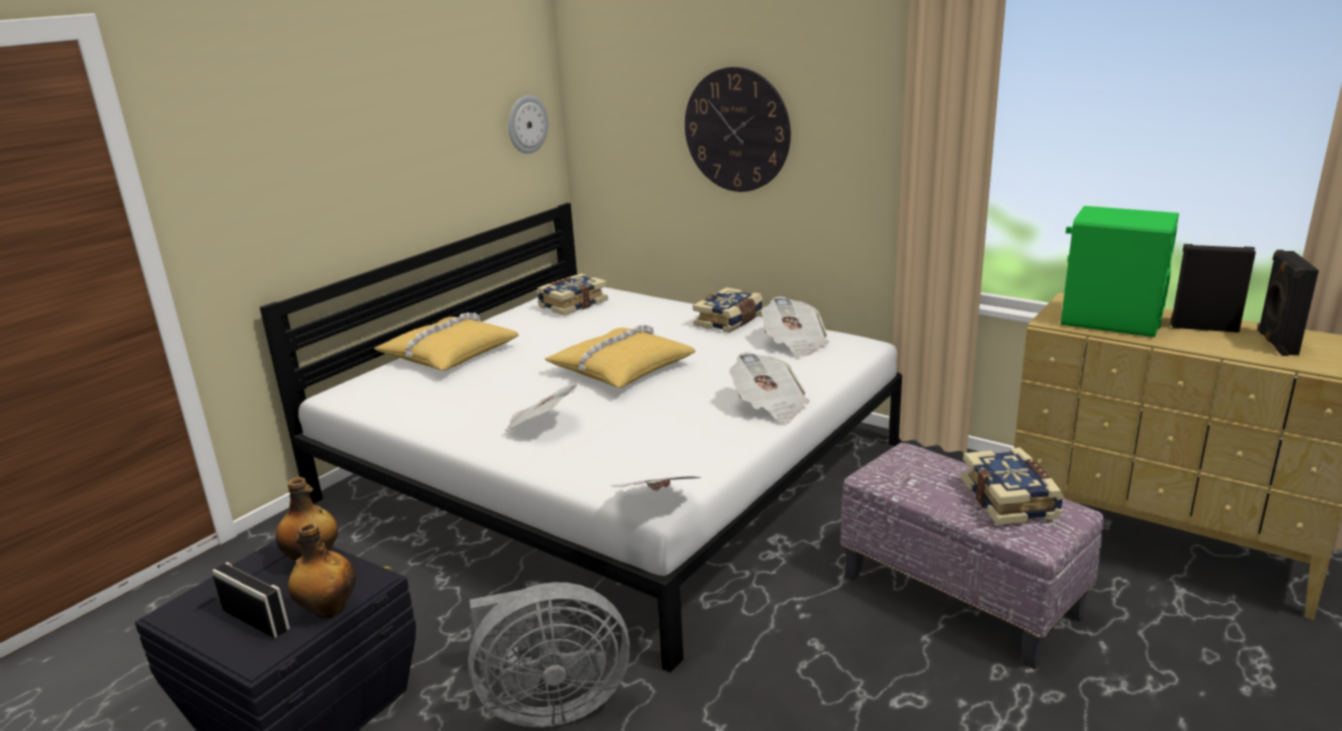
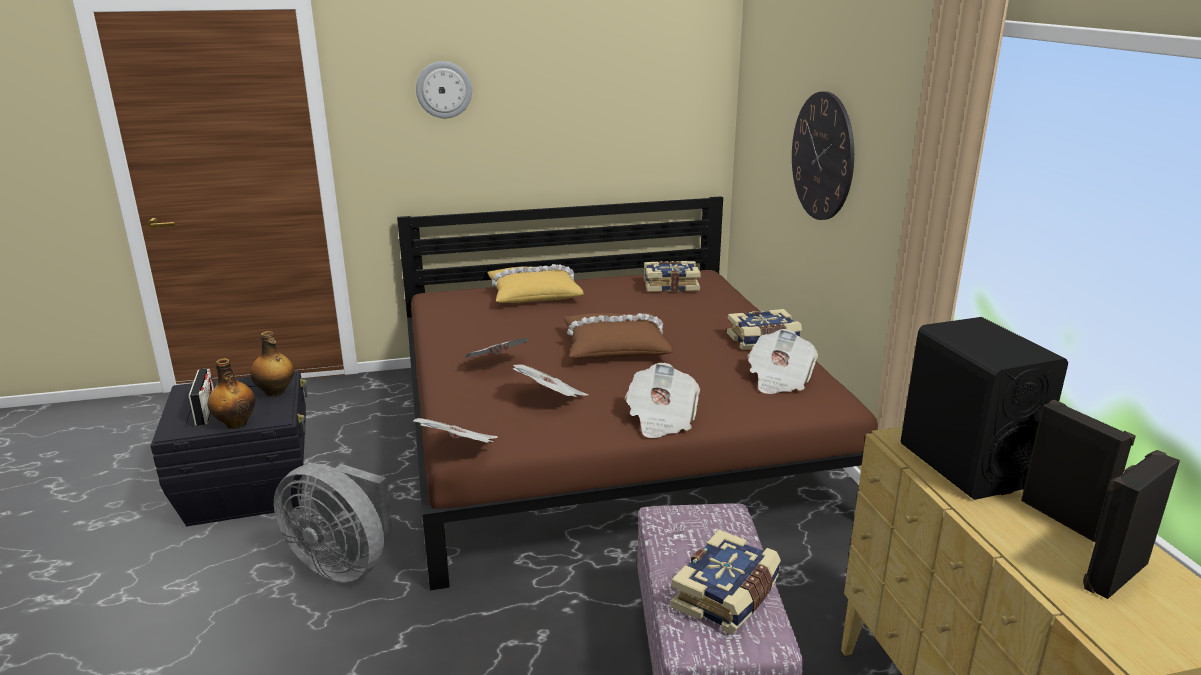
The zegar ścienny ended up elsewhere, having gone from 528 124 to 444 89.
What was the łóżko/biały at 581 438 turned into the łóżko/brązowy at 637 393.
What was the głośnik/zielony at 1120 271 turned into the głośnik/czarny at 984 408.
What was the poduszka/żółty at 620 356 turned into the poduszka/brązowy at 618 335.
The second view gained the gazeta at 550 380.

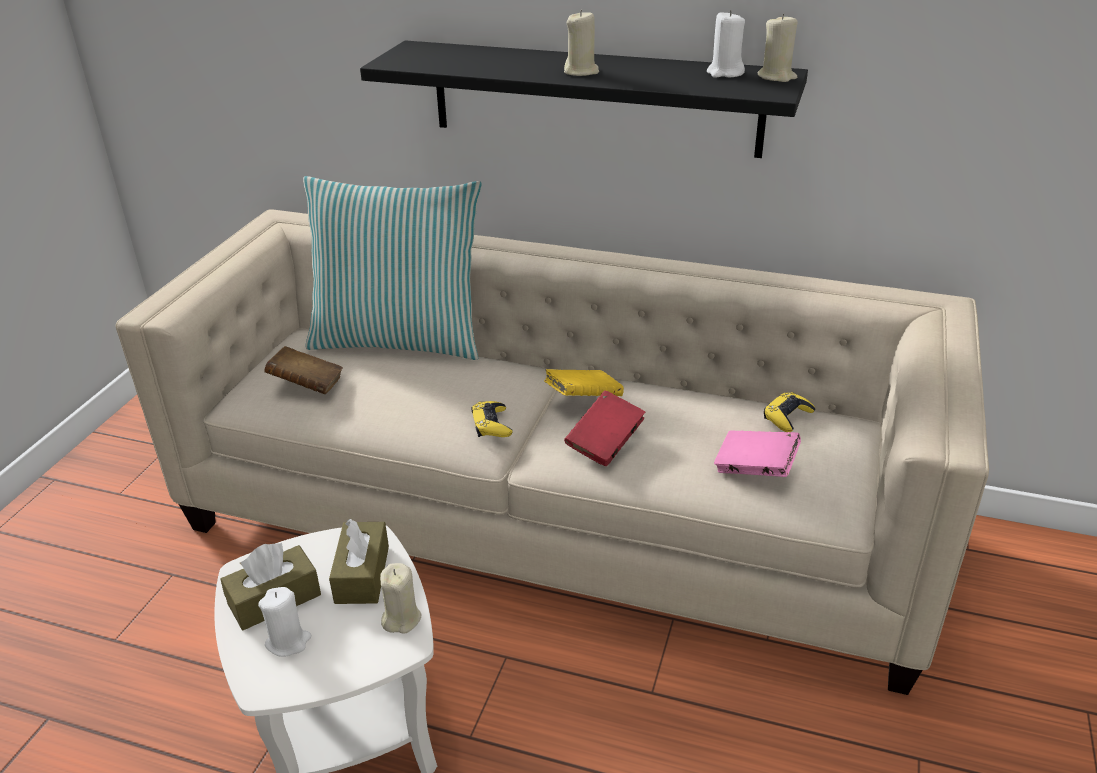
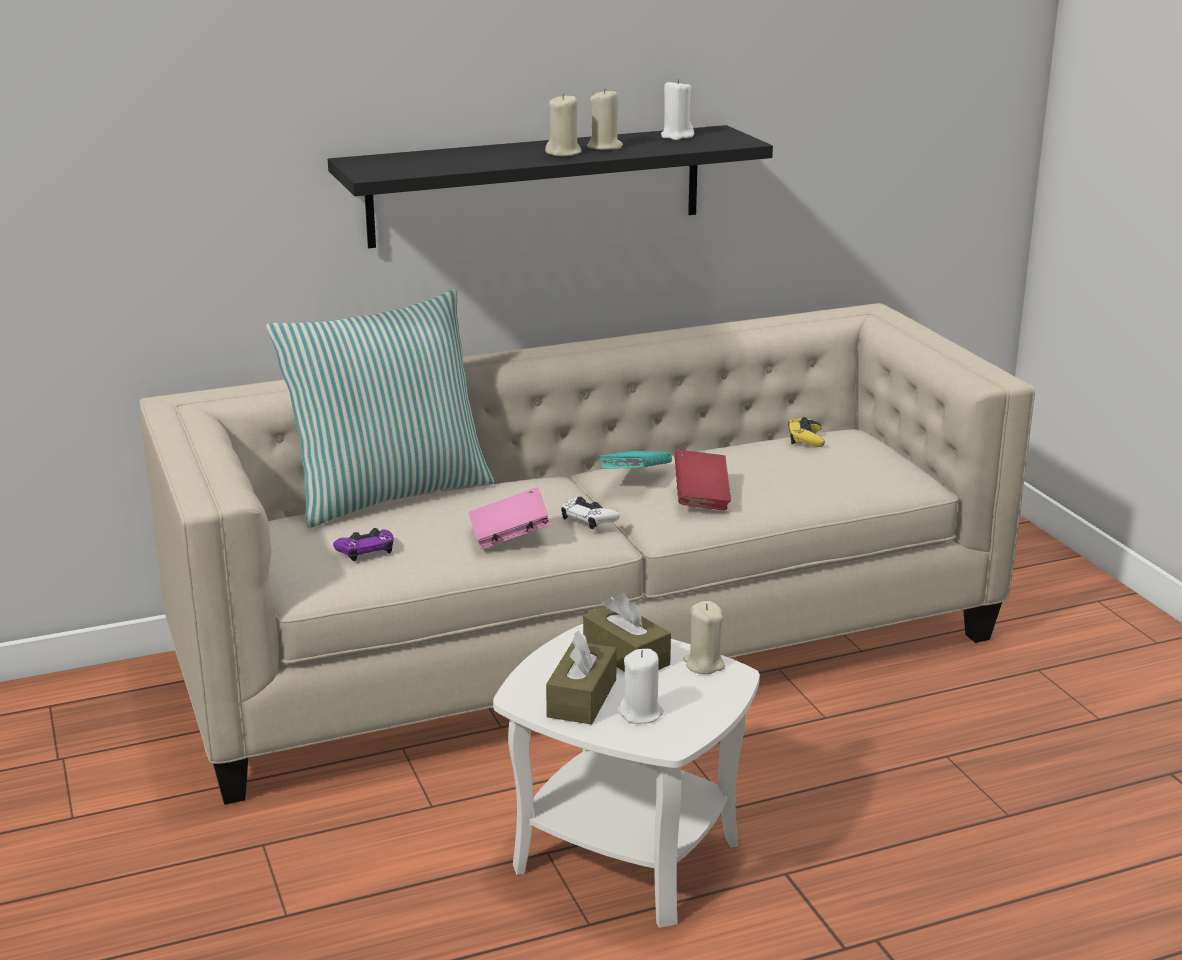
The świeca/beżowy ended up elsewhere, having gone from 778 47 to 605 119.
Where the książka/brązowy stood at 303 370, the pad do gier/fioletowy came to stand at 363 544.
What was the książka/żółty at 584 382 turned into the książka/turkusowy at 635 460.
What was the pad do gier/żółty at 492 419 turned into the pad do gier/biały at 590 513.
The książka/różowy ended up elsewhere, having gone from 757 453 to 510 518.

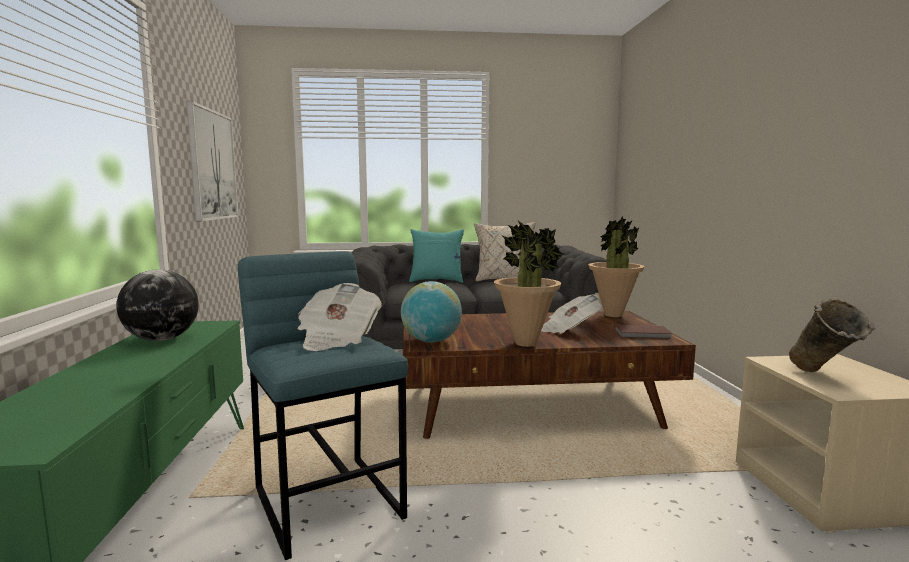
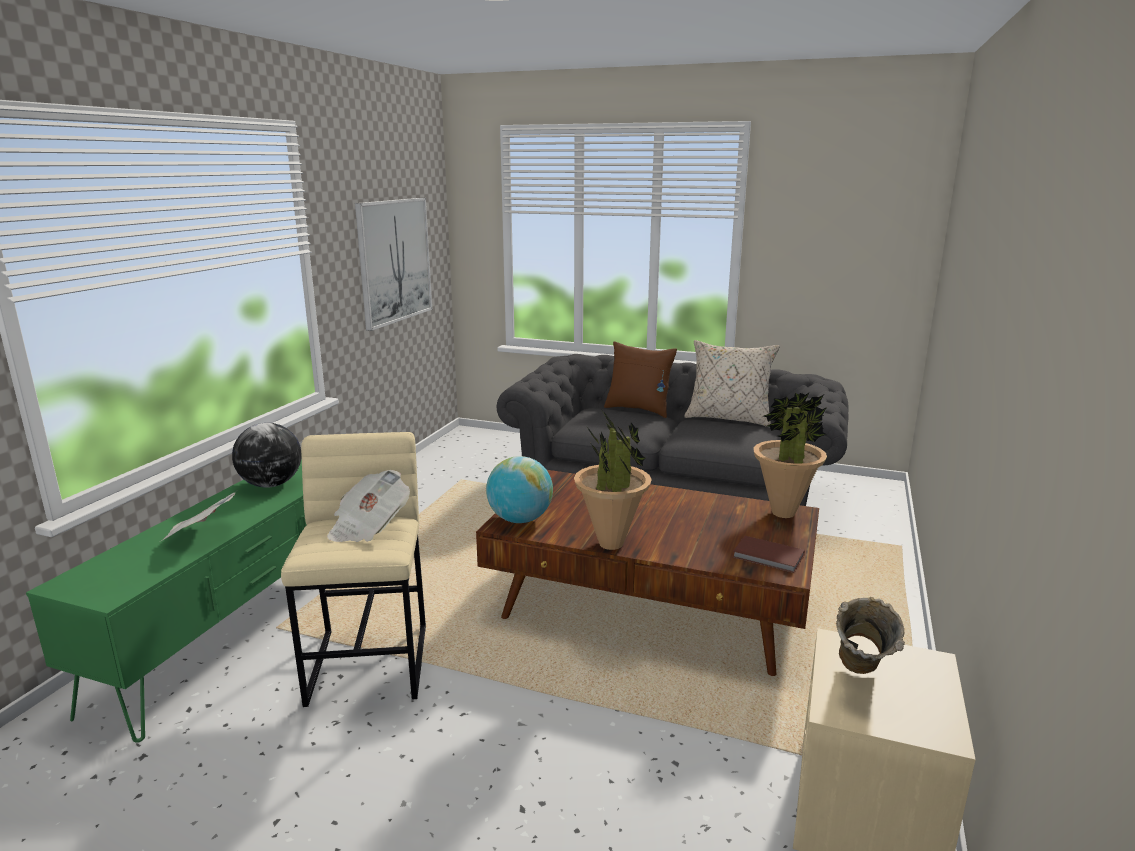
What was the poduszka/turkusowy at 436 256 turned into the poduszka/brązowy at 640 379.
What was the stołek/niebieski at 323 405 turned into the stołek/beżowy at 353 569.
The gazeta ended up elsewhere, having gone from 571 314 to 198 516.

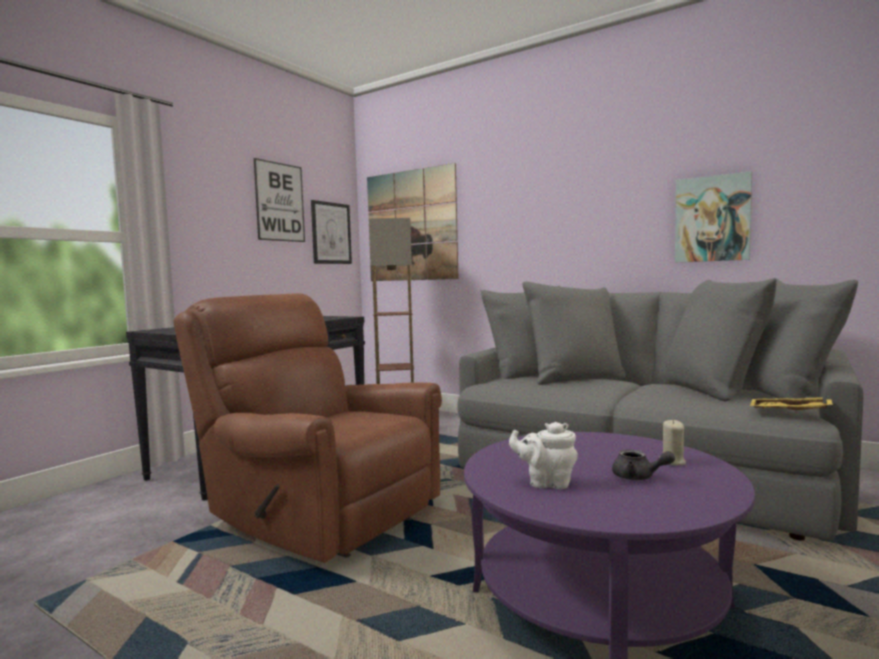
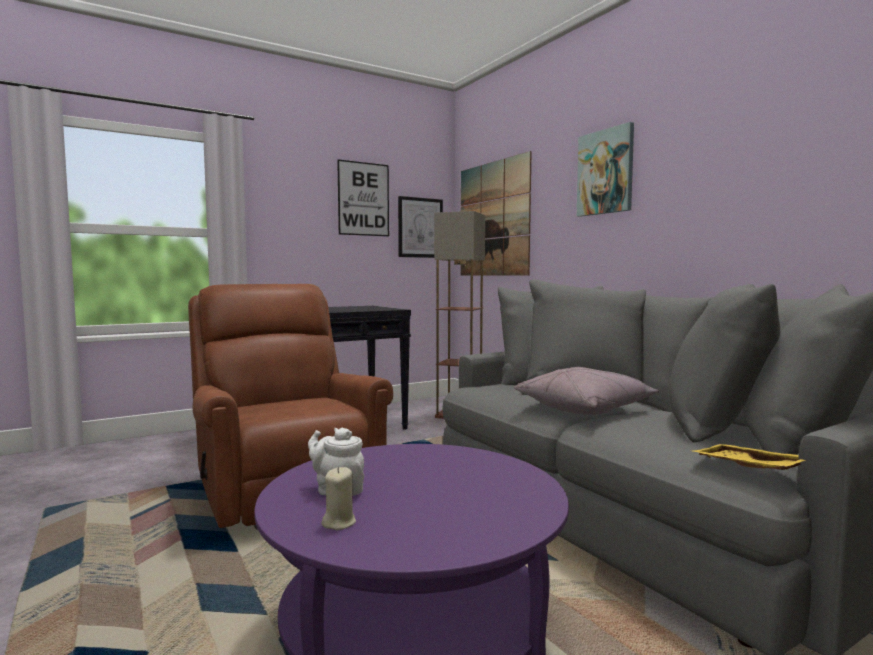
The obraz ended up elsewhere, having gone from 713 216 to 605 169.
The świeca/beżowy ended up elsewhere, having gone from 674 443 to 338 498.
The second view lost the imbryk/szary at 643 464.
The second view gained the poduszka/fioletowy at 586 391.

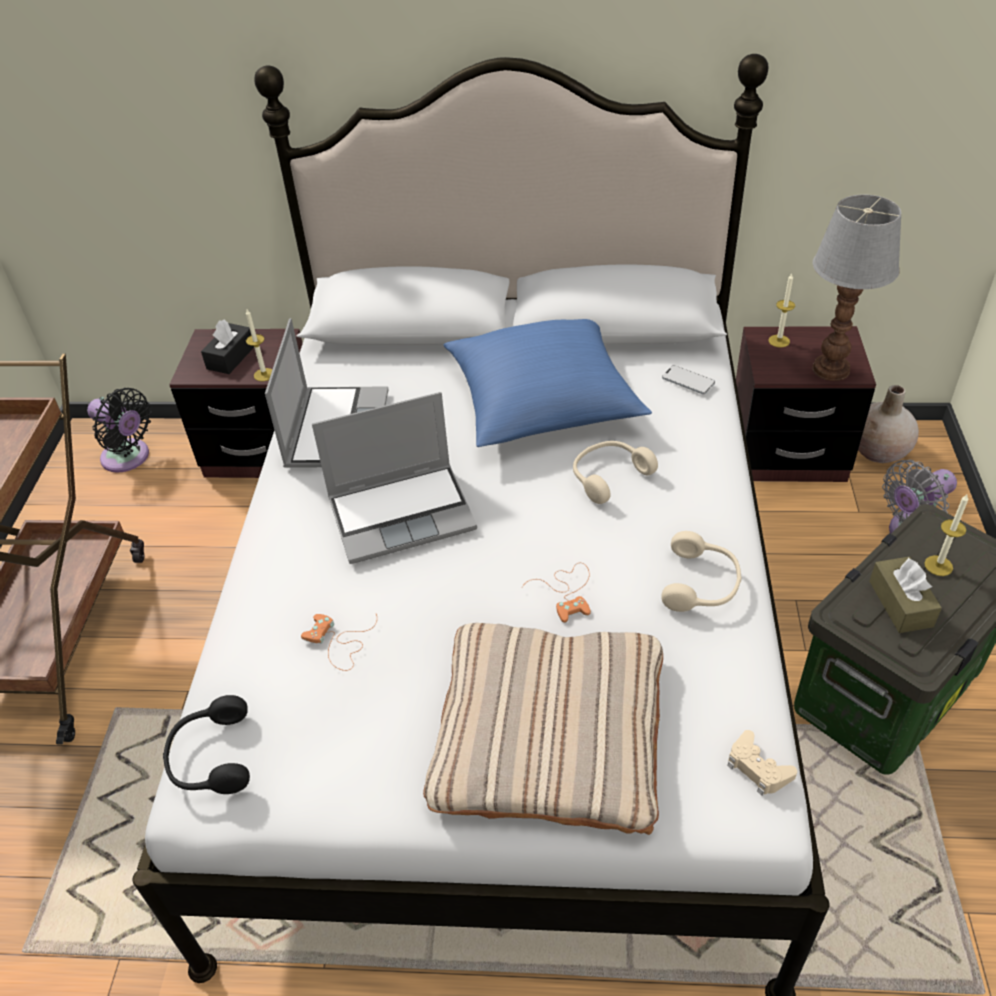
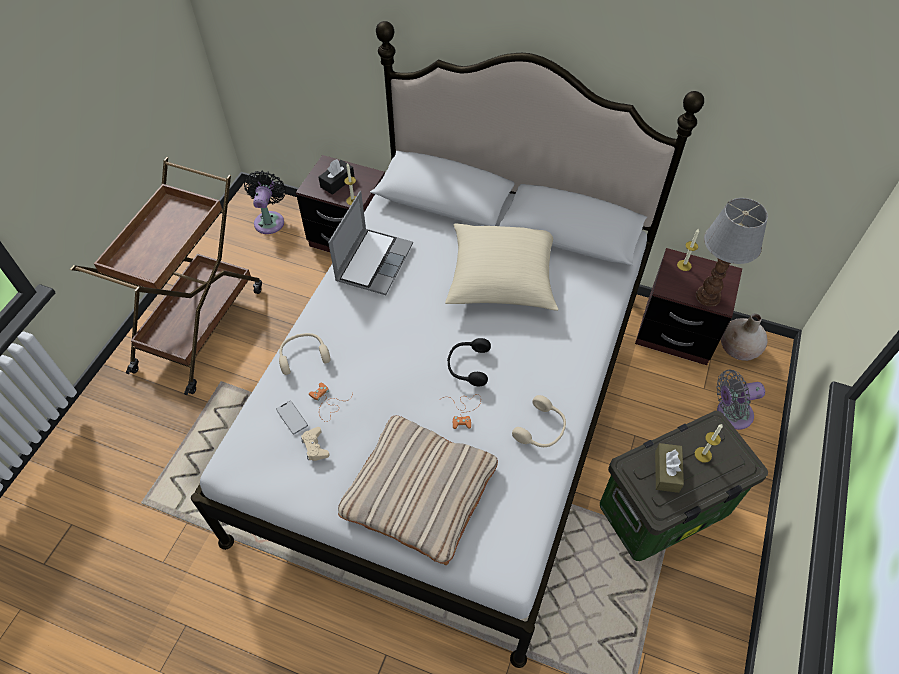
What was the poduszka/niebieski at 548 383 turned into the poduszka/beżowy at 501 267.
The telefon ended up elsewhere, having gone from 688 380 to 292 418.
The wentylator/czarny at 119 430 ended up facing another way, 135 degrees counterclockwise from before.
The second view lost the laptop at 394 478.
The słuchawki/beżowy ended up elsewhere, having gone from 615 472 to 305 354.
The słuchawki/czarny ended up elsewhere, having gone from 206 744 to 469 362.
The pad do gier/beżowy ended up elsewhere, having gone from 762 763 to 315 444.

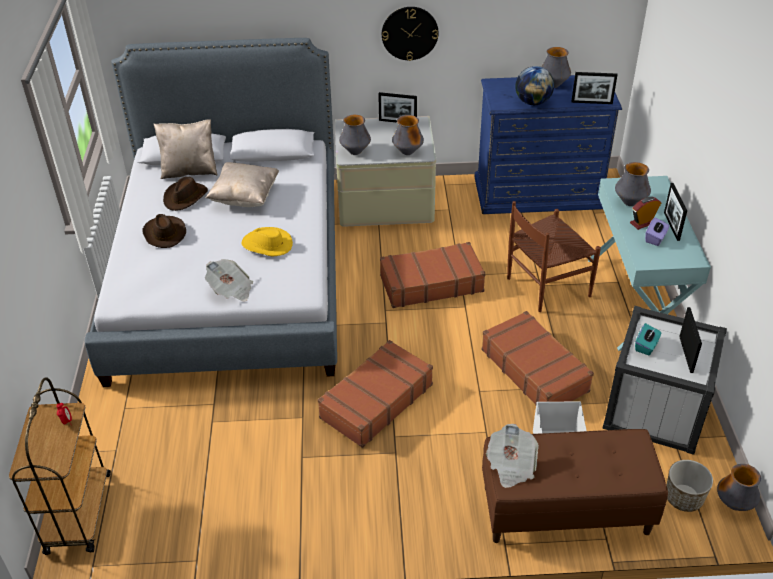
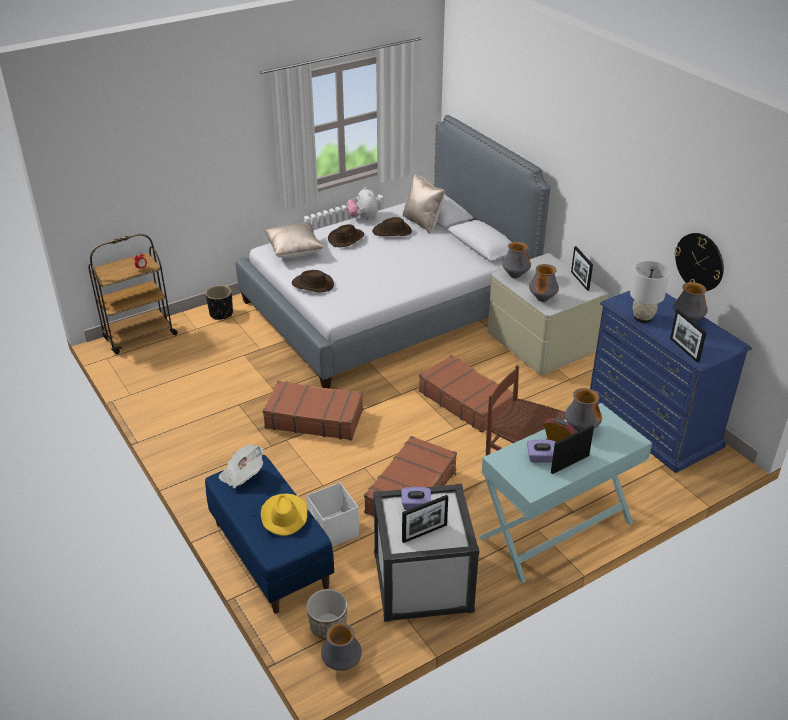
The zegar ścienny ended up elsewhere, having gone from 410 34 to 699 262.
Where the globus stood at 534 85, the lampa stołowa/biały came to stand at 650 292.
The poduszka/beżowy ended up elsewhere, having gone from 242 184 to 294 240.
The kapelusz/żółty ended up elsewhere, having gone from 267 241 to 284 515.
Where the gazeta stood at 229 280, the kapelusz/brązowy came to stand at 313 281.
What was the pudełko chusteczek/turkusowy at 648 339 turned into the pudełko chusteczek/fioletowy at 416 498.
What was the ławka/brązowy at 575 486 turned into the ławka/niebieski at 269 534.
The second view gained the pluszak at 362 203.
The second view gained the donica/czarny at 219 302.

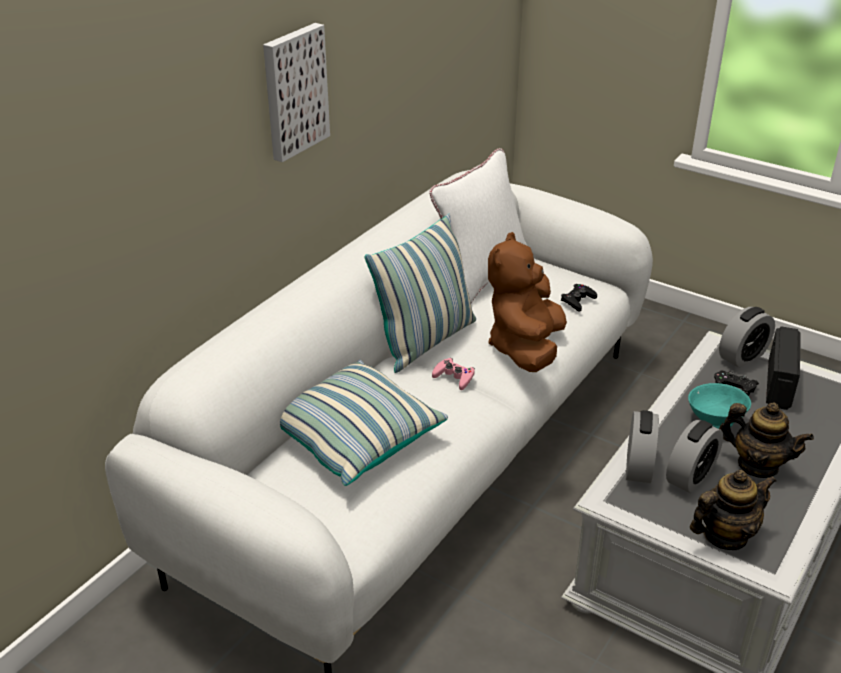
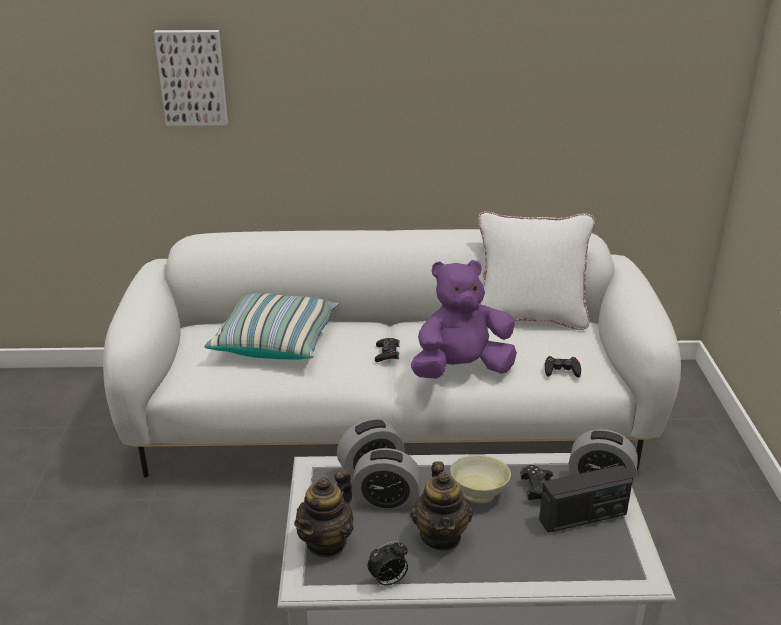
The obraz ended up elsewhere, having gone from 296 92 to 191 78.
The second view lost the poduszka at 420 293.
What was the pluszak/brązowy at 527 302 turned into the pluszak/fioletowy at 464 319.
What was the pad do gier/różowy at 453 374 turned into the pad do gier/czarny at 387 350.
What was the miska/turkusowy at 719 406 turned into the miska/beżowy at 480 479.
The imbryk at 733 510 ended up facing another way, 90 degrees clockwise from before.
The second view gained the budzik at 388 564.

